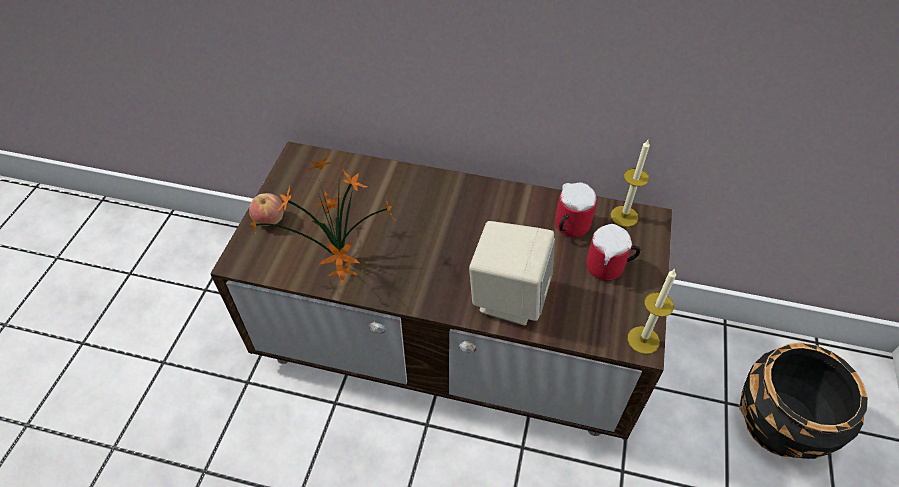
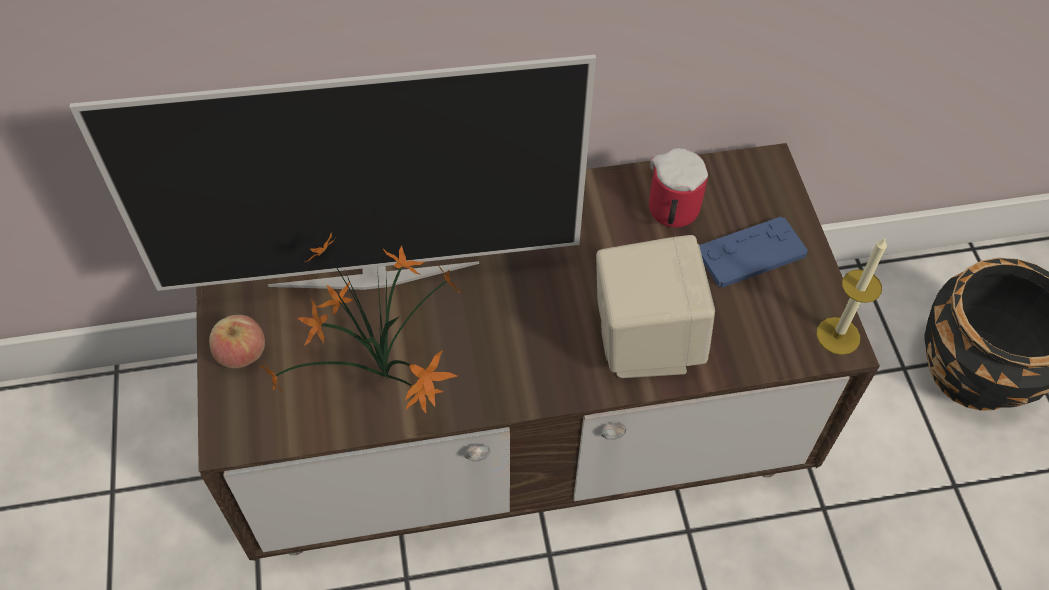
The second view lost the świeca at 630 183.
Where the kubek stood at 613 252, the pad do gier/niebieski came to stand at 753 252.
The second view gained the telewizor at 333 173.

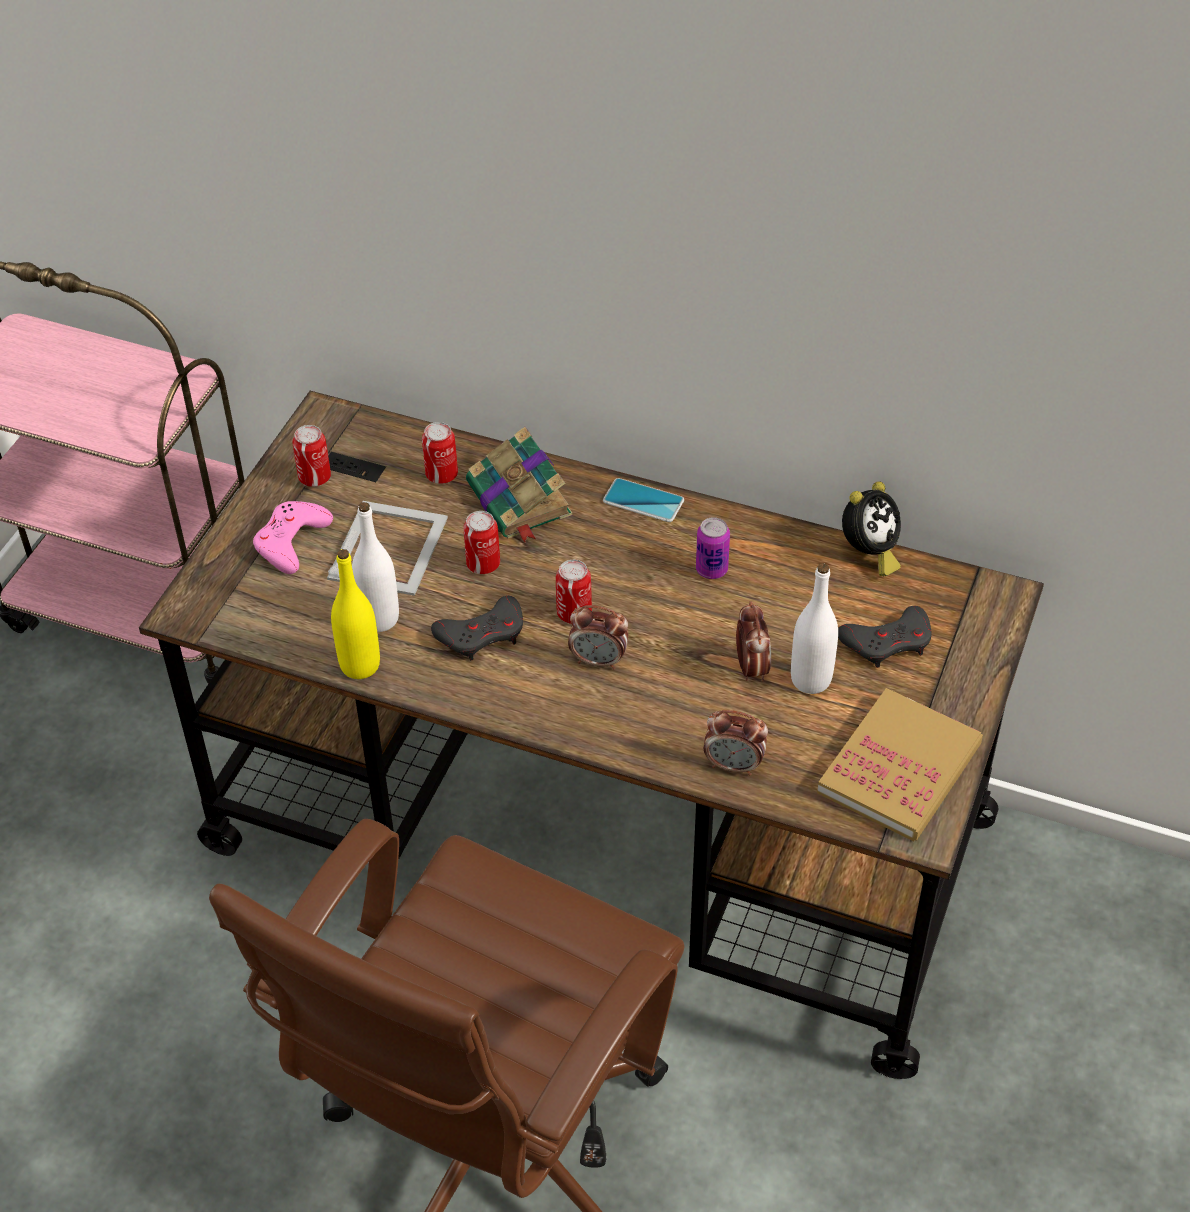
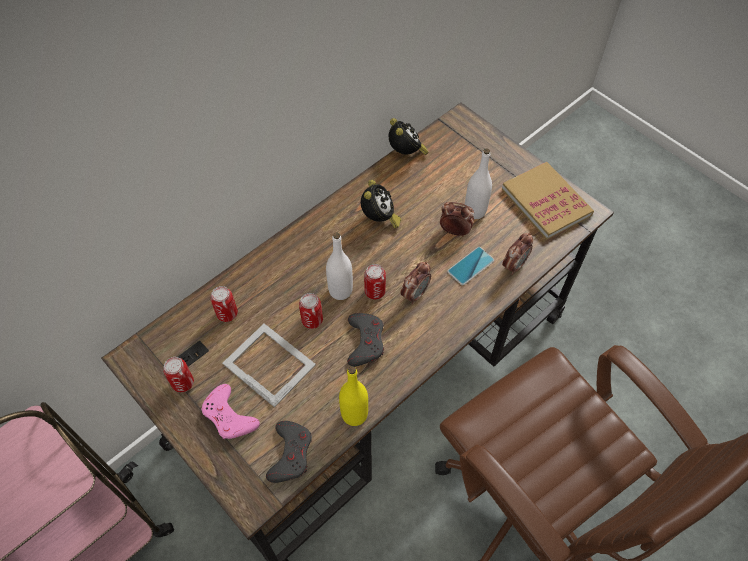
The second view lost the książka at 519 485.
The telefon ended up elsewhere, having gone from 643 500 to 470 266.
The butelka/biały ended up elsewhere, having gone from 375 567 to 339 266.
Where the puszka stood at 713 548, the budzik came to stand at 381 204.
The pad do gier/szary ended up elsewhere, having gone from 884 637 to 289 452.

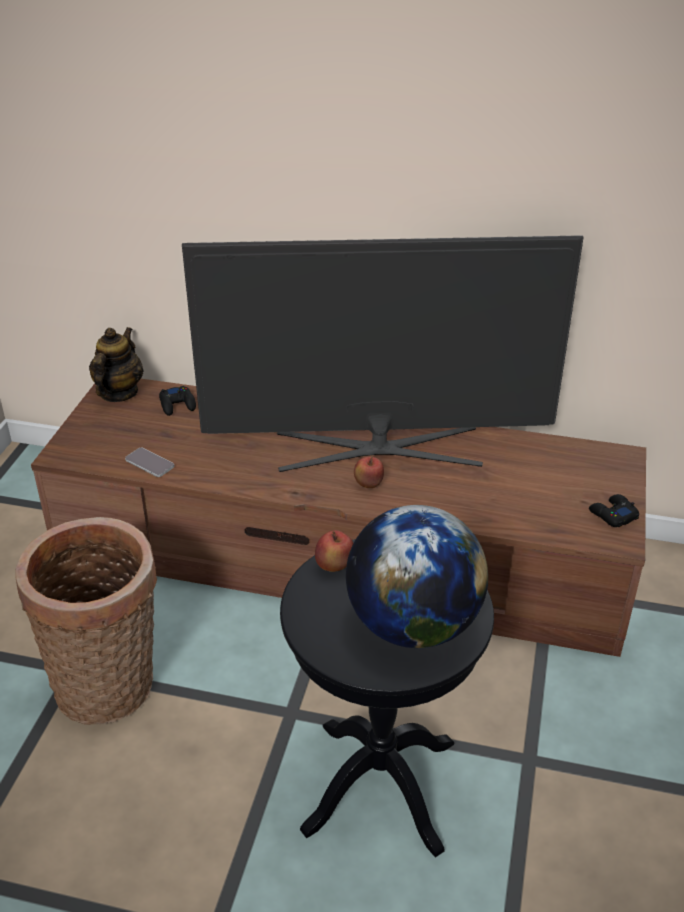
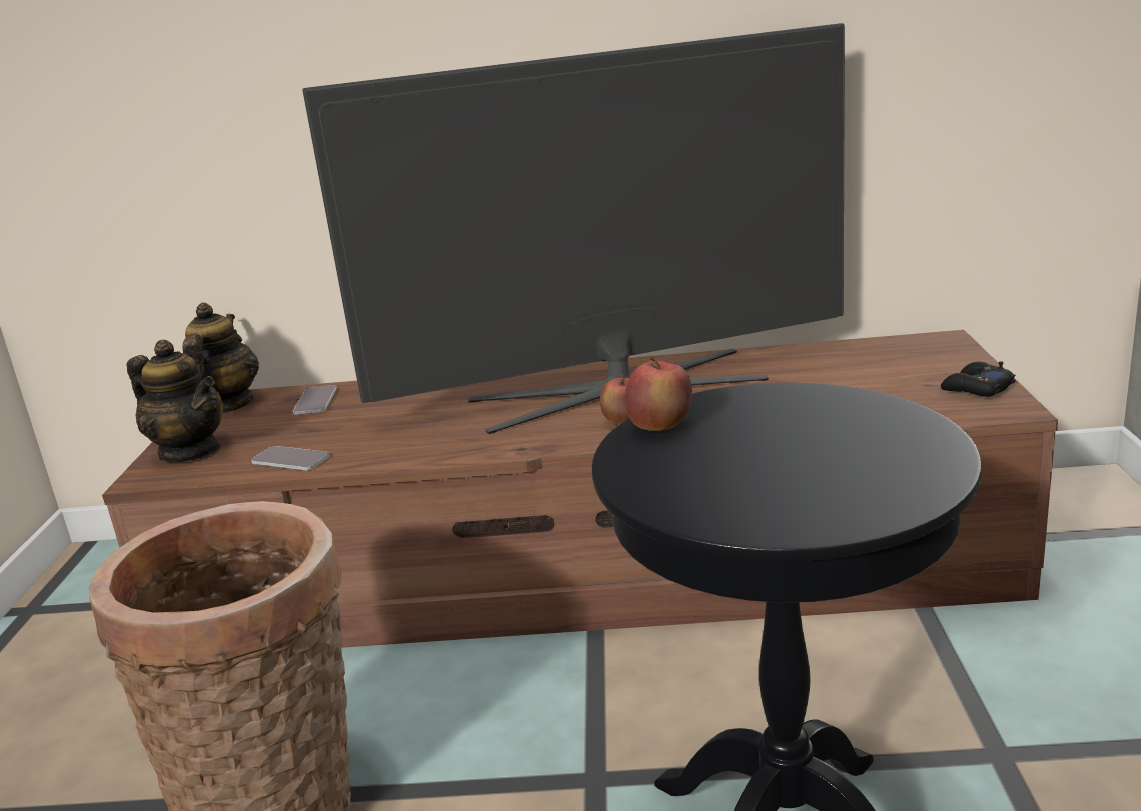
Where the pad do gier/czarny stood at 177 401, the telefon came to stand at 315 400.
The second view lost the globus at 417 576.
The second view gained the imbryk at 175 401.

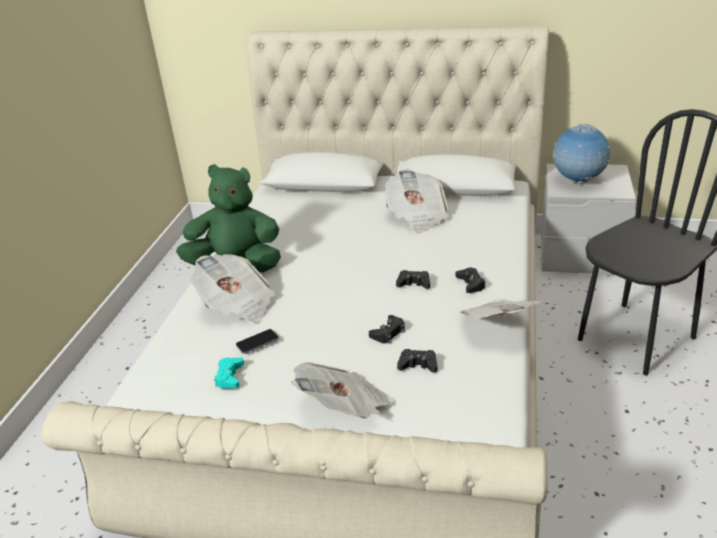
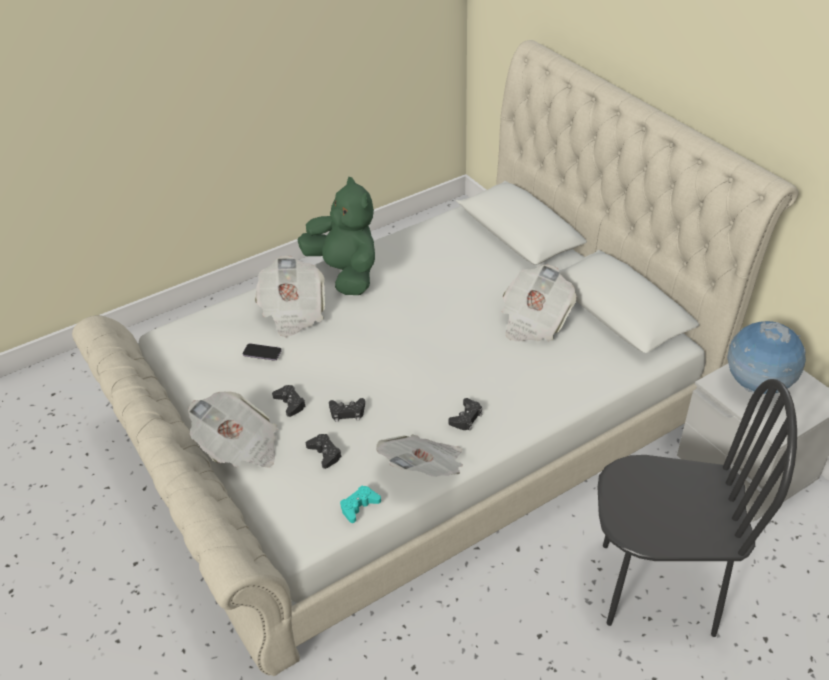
The pad do gier/czarny ended up elsewhere, having gone from 413 279 to 289 401.
The pad do gier/turkusowy ended up elsewhere, having gone from 229 373 to 360 504.

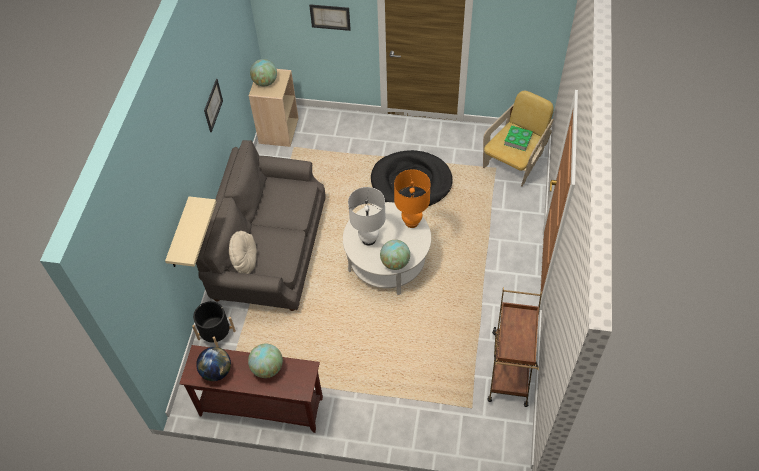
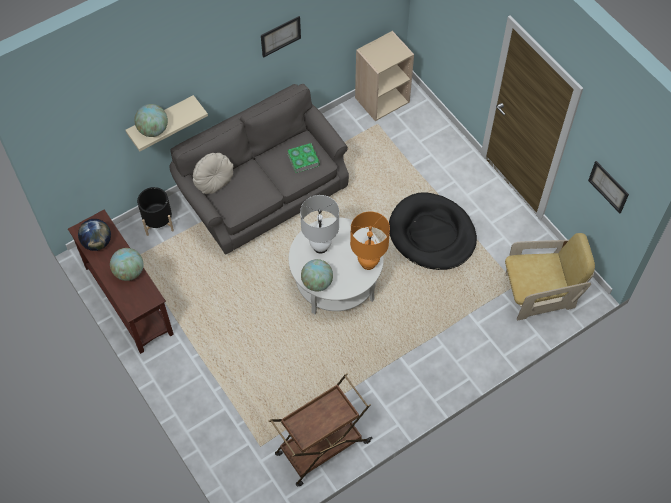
The obraz ended up elsewhere, having gone from 330 17 to 608 187.
The globus ended up elsewhere, having gone from 263 72 to 151 120.
The książka ended up elsewhere, having gone from 518 138 to 303 158.

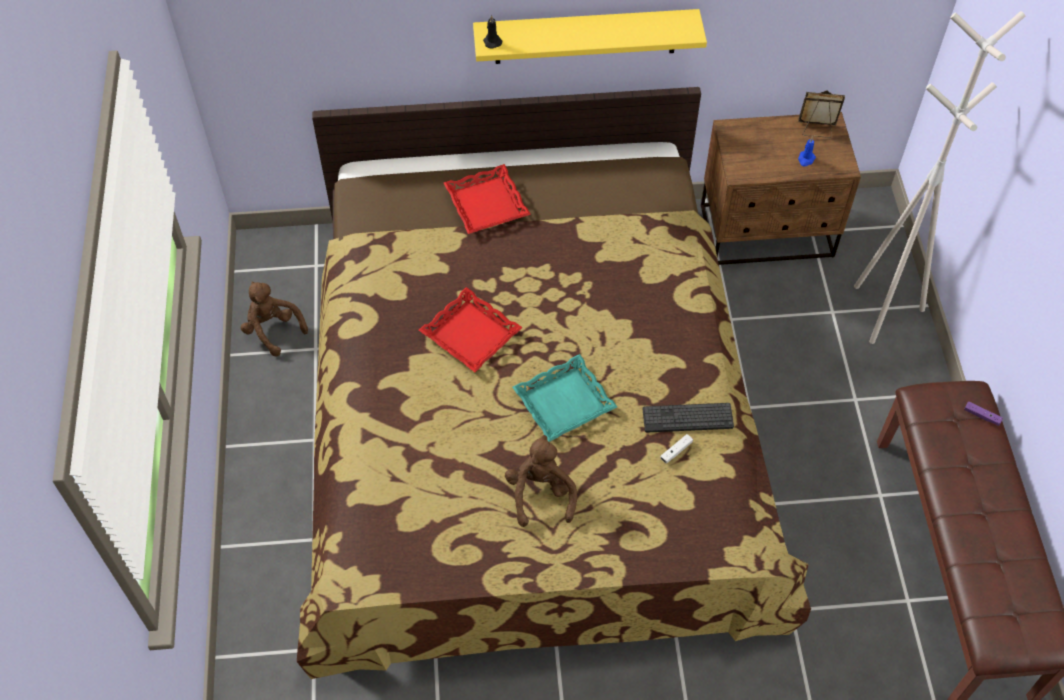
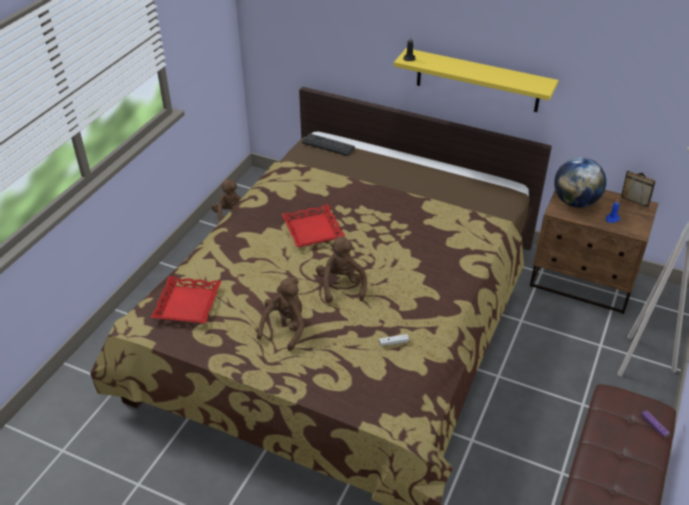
The taca/czerwony ended up elsewhere, having gone from 487 199 to 186 299.
Where the taca/turkusowy stood at 564 398, the pluszak/brązowy came to stand at 341 269.
The klawiatura ended up elsewhere, having gone from 688 418 to 328 144.
The second view gained the globus at 580 182.

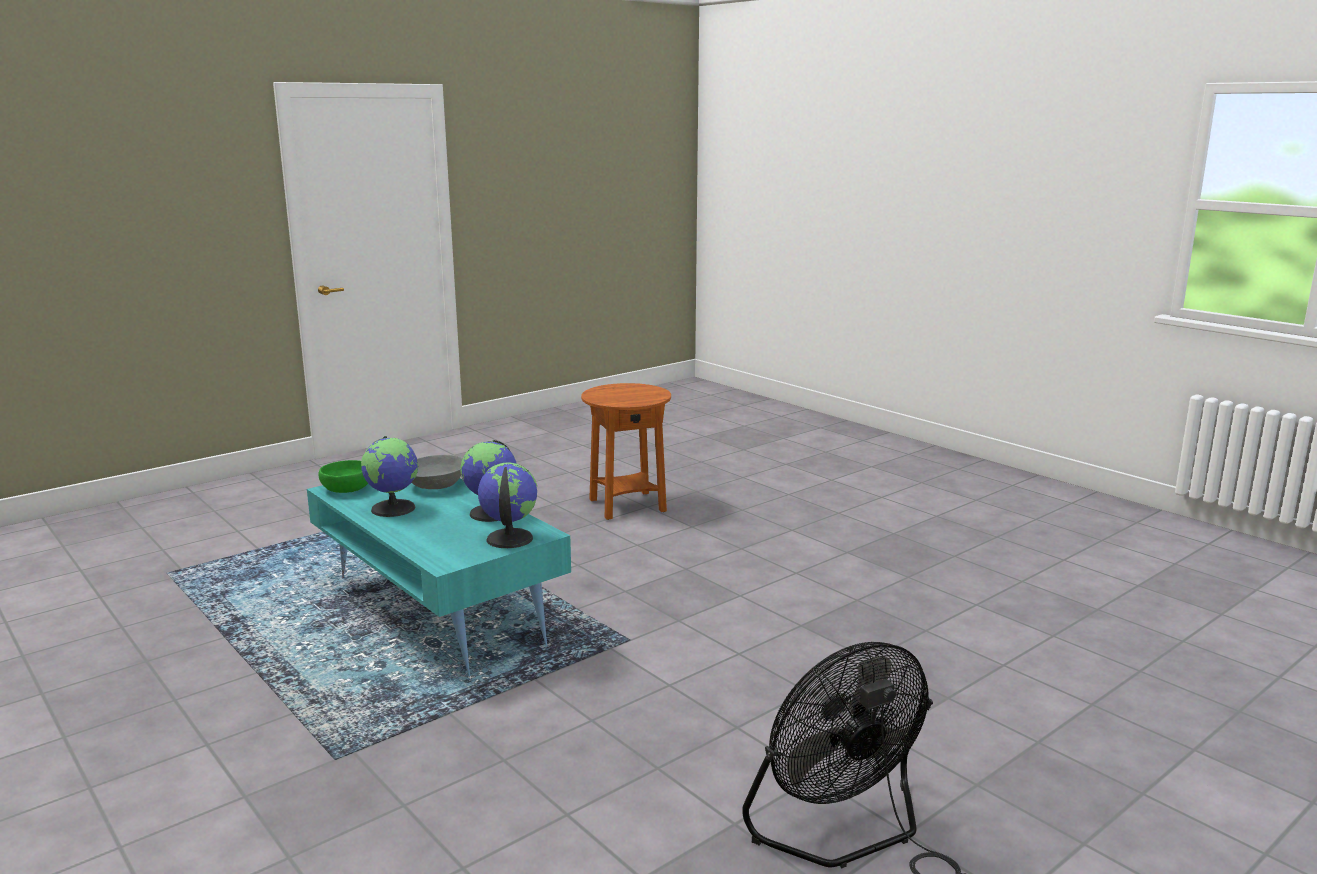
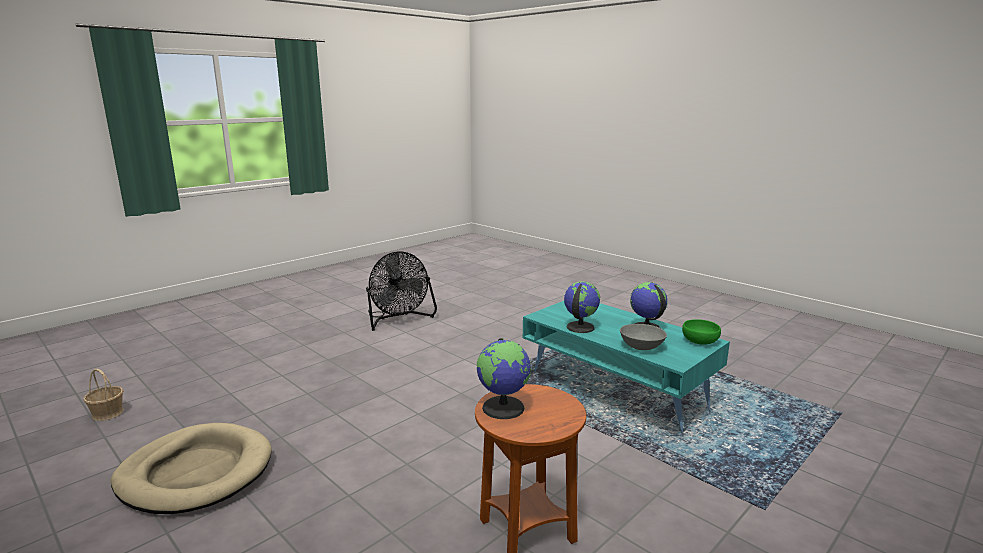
The globus ended up elsewhere, having gone from 507 505 to 504 378.
The second view gained the koszyk at 103 395.
The second view gained the legowisko/beżowy at 191 468.

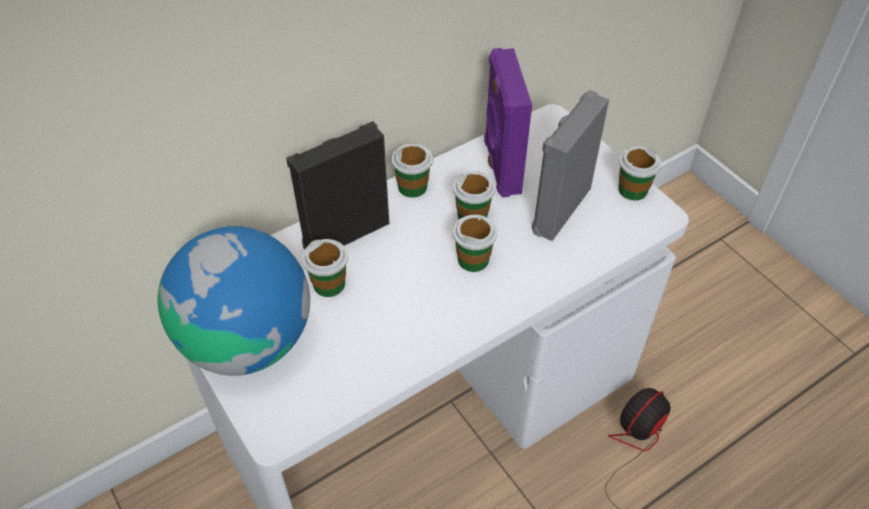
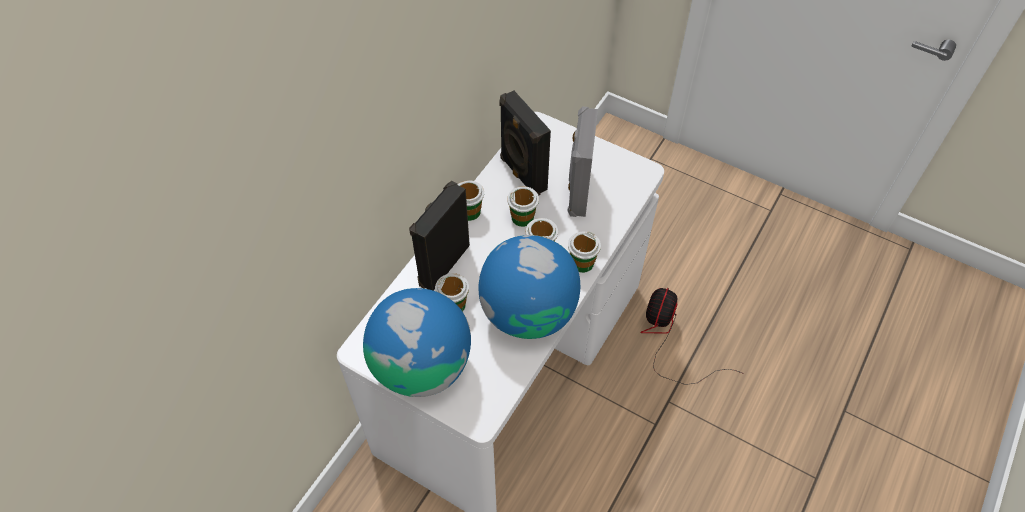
What was the głośnik/fioletowy at 508 122 turned into the głośnik/czarny at 525 143.
The filiżanka ended up elsewhere, having gone from 639 173 to 584 252.
The second view gained the globus at 529 287.

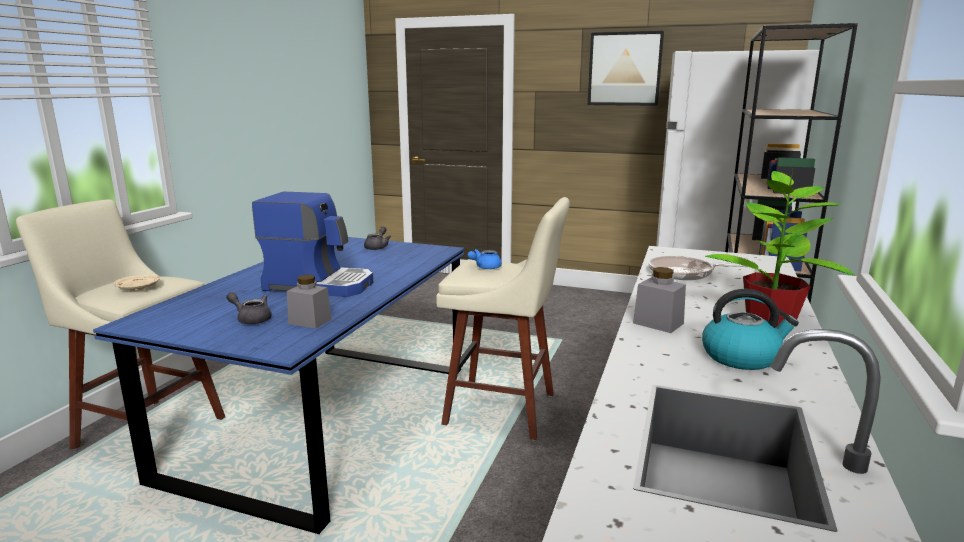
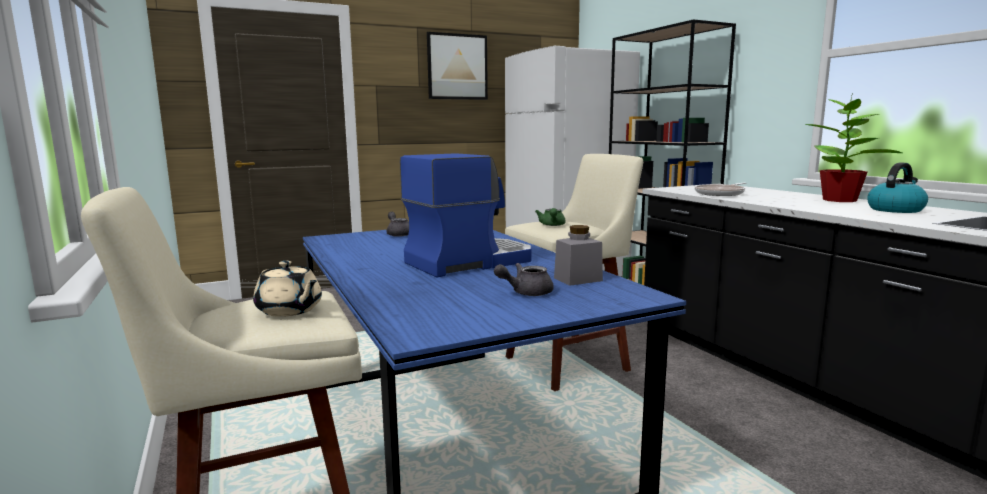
What was the imbryk/niebieski at 485 259 turned into the imbryk/zielony at 550 217.
The second view lost the słoik/szary at 659 300.
Where the talerz/beżowy stood at 137 283, the imbryk/beżowy came to stand at 287 289.

